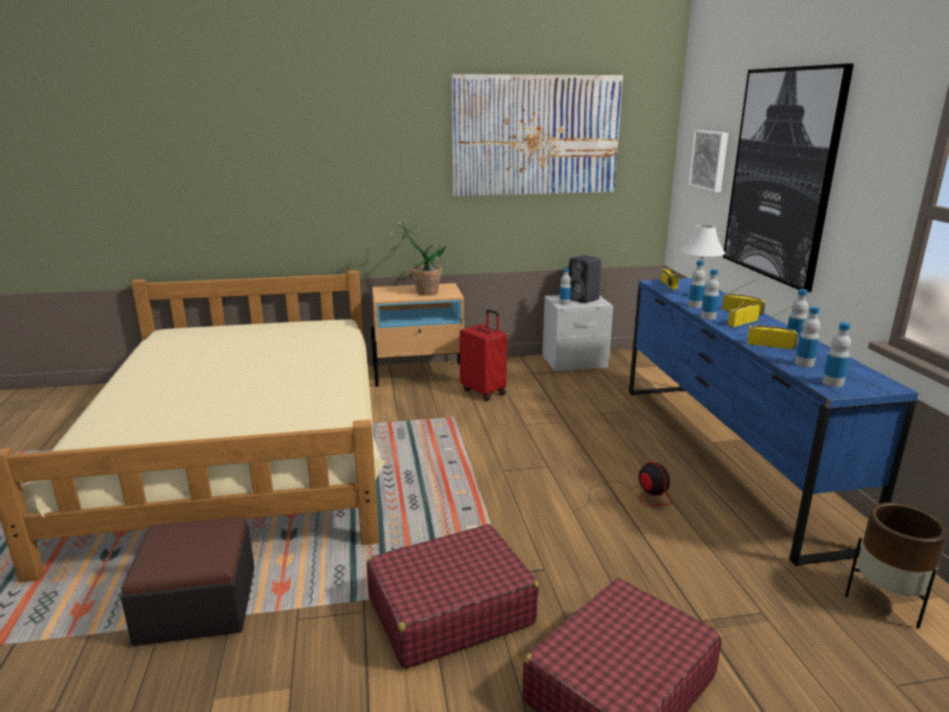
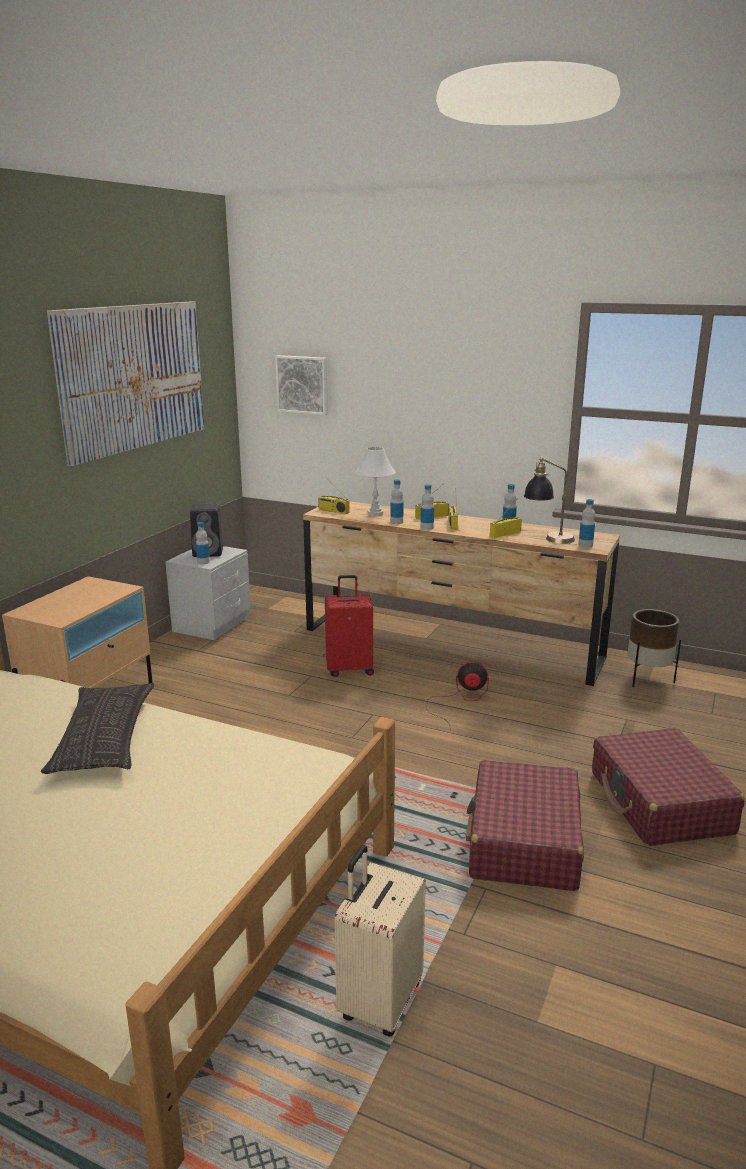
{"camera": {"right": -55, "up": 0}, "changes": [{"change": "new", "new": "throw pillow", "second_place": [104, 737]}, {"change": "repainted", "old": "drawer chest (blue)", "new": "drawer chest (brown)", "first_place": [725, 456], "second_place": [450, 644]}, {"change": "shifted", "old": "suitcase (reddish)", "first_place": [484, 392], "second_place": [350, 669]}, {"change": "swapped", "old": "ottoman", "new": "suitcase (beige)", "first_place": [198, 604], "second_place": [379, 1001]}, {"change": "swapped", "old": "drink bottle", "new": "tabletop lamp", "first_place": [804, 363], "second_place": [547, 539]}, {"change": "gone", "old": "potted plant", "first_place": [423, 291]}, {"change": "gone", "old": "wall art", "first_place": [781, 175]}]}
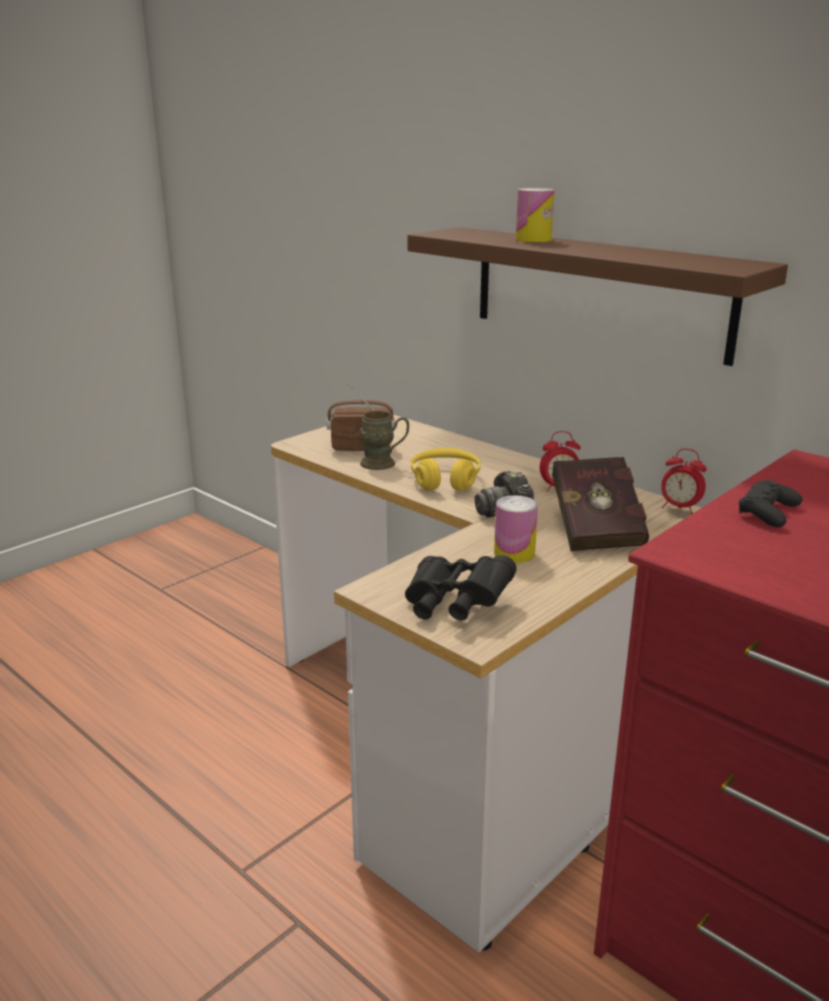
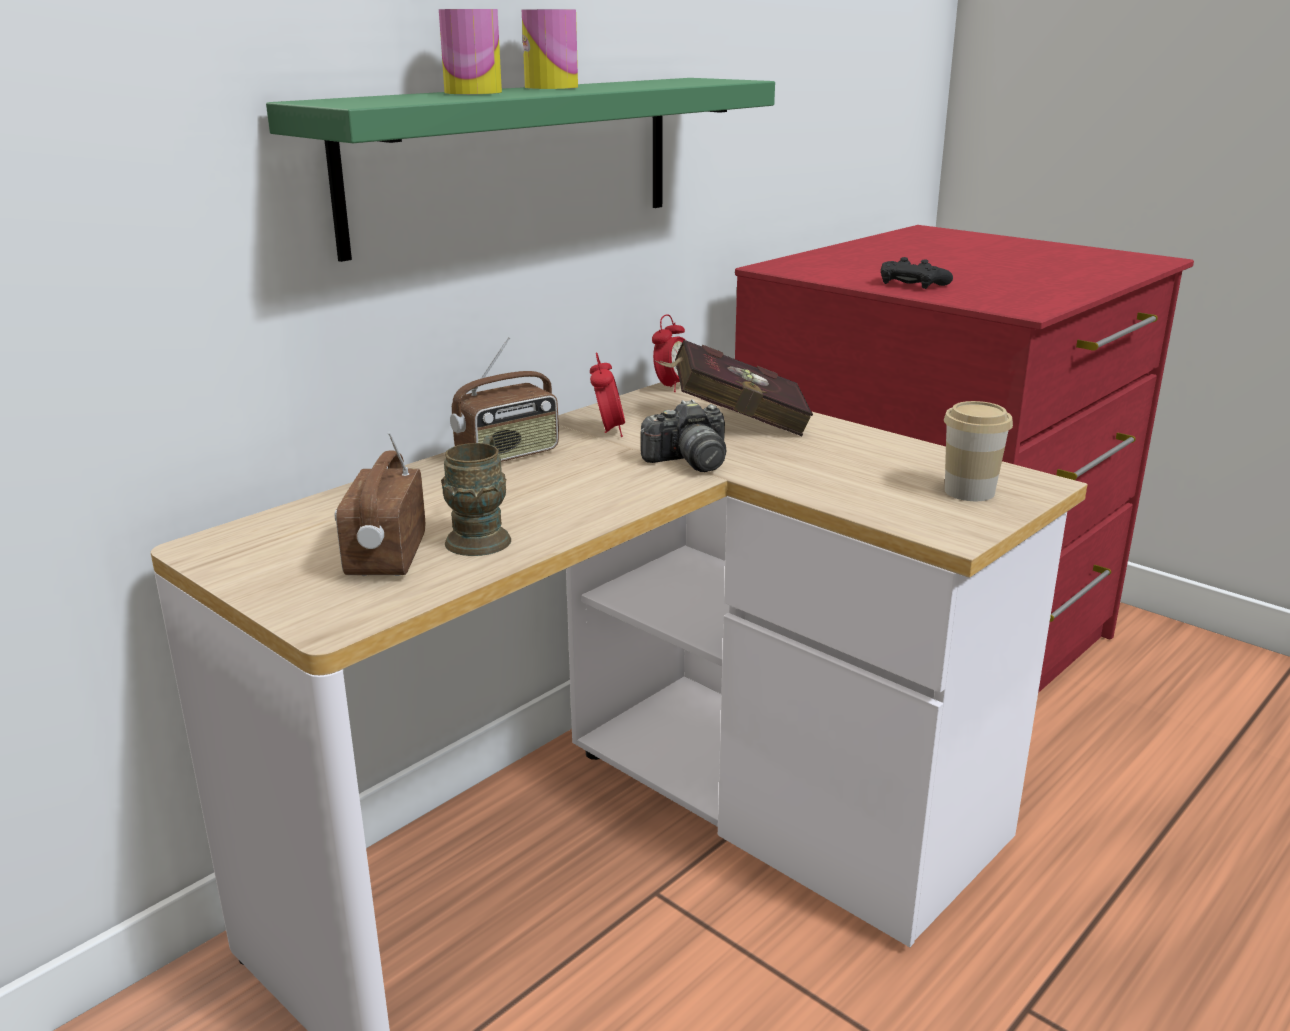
{"camera": {"right": -90, "up": 0}, "changes": [{"change": "repainted", "old": "wall shelf (brown)", "new": "wall shelf (greenish)", "first_place": [598, 292], "second_place": [515, 160]}, {"change": "new", "new": "radio set", "second_place": [508, 454]}, {"change": "shifted", "old": "metal can", "first_place": [514, 553], "second_place": [551, 87]}, {"change": "swapped", "old": "field glasses (black-coloured)", "new": "cup", "first_place": [454, 605], "second_place": [969, 491]}, {"change": "gone", "old": "headphones (yellowish)", "first_place": [445, 480]}]}
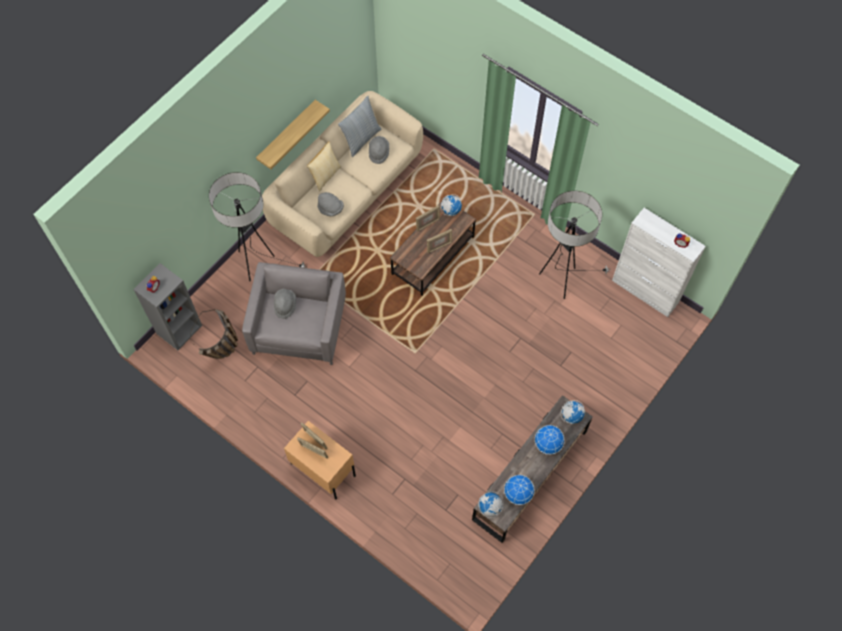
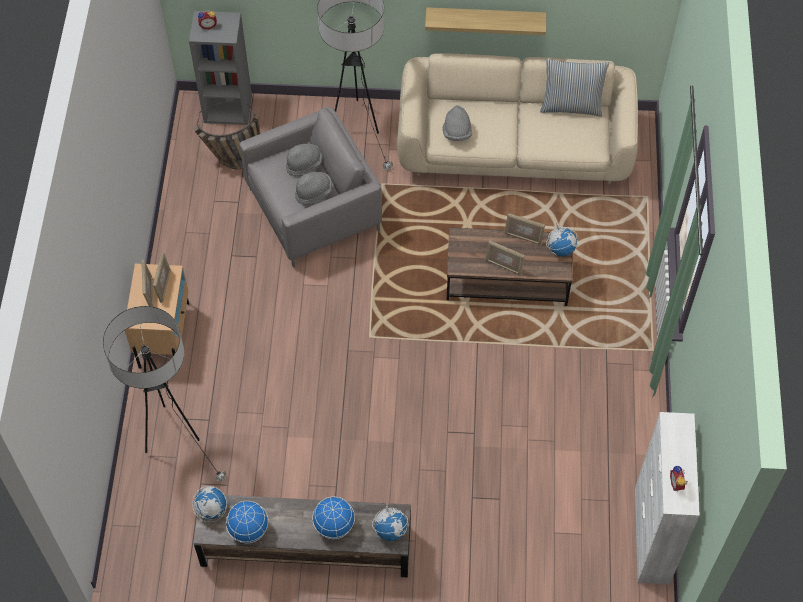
{"camera": {"right": 55, "up": -5}, "changes": [{"change": "shifted", "old": "standing lamp", "first_place": [561, 281], "second_place": [173, 436]}, {"change": "shifted", "old": "hat (grey)", "first_place": [378, 153], "second_place": [313, 193]}, {"change": "gone", "old": "throw pillow", "first_place": [325, 175]}]}
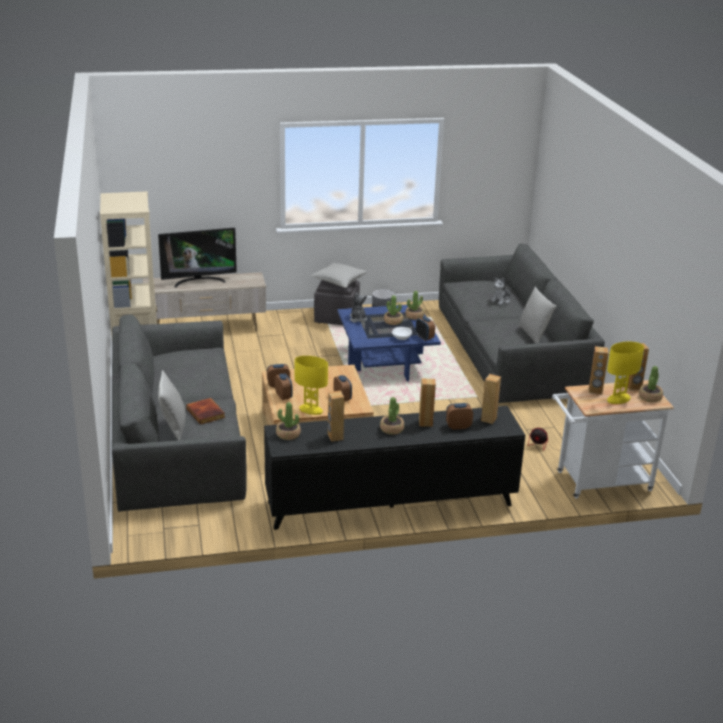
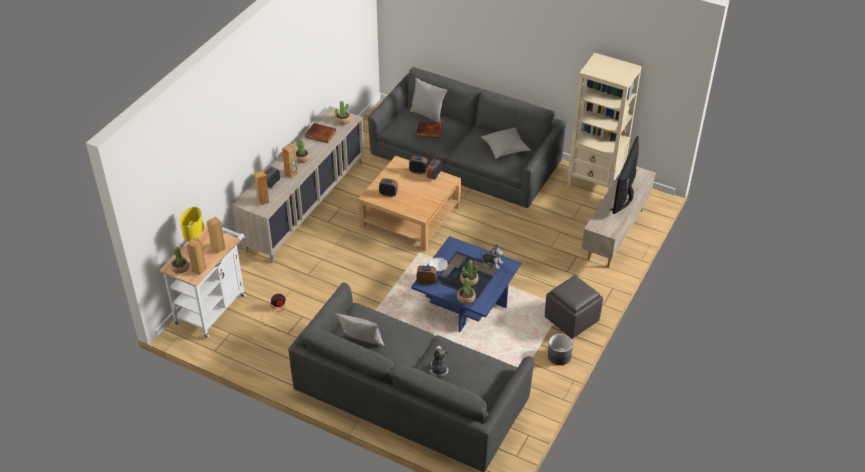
{"camera": {"right": 130, "up": 15}, "changes": [{"change": "repainted", "old": "cupboard (black-coloured)", "new": "cupboard (beige)", "first_place": [390, 504], "second_place": [304, 206]}, {"change": "swapped", "old": "audio speaker (brown)", "new": "book", "first_place": [335, 437], "second_place": [320, 134]}, {"change": "shifted", "old": "throw pillow (grey)", "first_place": [339, 281], "second_place": [505, 148]}, {"change": "gone", "old": "tabletop lamp (yellowish)", "first_place": [311, 410]}]}
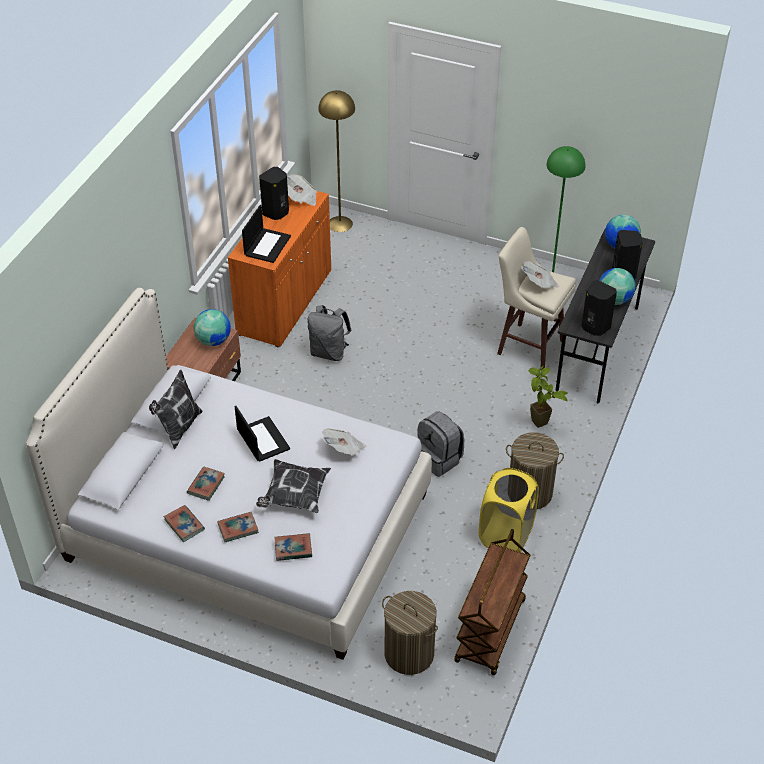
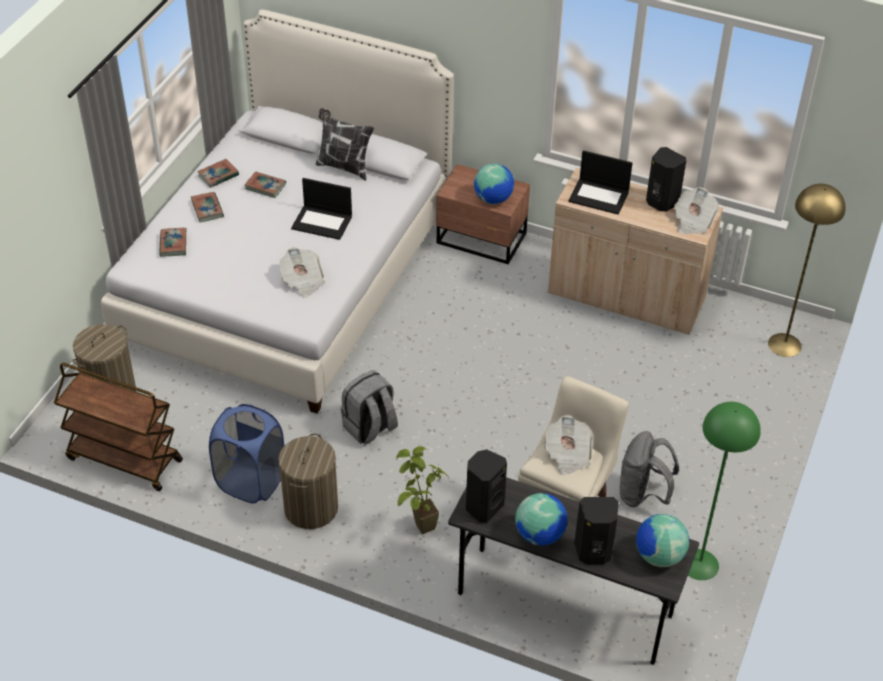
{"camera": {"right": 90, "up": 0}, "changes": [{"change": "repainted", "old": "washing basket (yellowish)", "new": "washing basket (blue)", "first_place": [506, 535], "second_place": [251, 481]}, {"change": "rotated", "old": "laptop", "first_place": [262, 439], "second_place": [323, 222], "degrees": 45}, {"change": "repainted", "old": "cupboard (orange)", "new": "cupboard (beige)", "first_place": [285, 302], "second_place": [626, 297]}, {"change": "shifted", "old": "backpack (grey)", "first_place": [329, 352], "second_place": [642, 494]}, {"change": "gone", "old": "throw pillow", "first_place": [294, 496]}]}
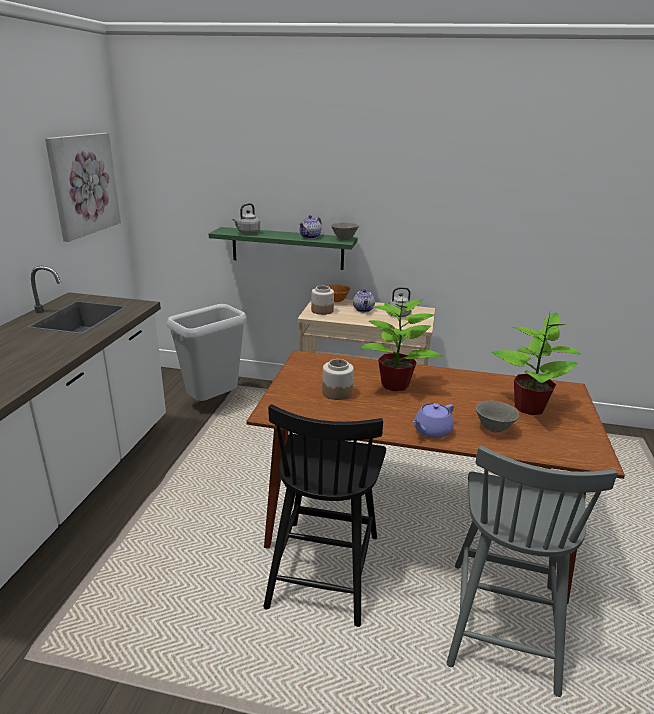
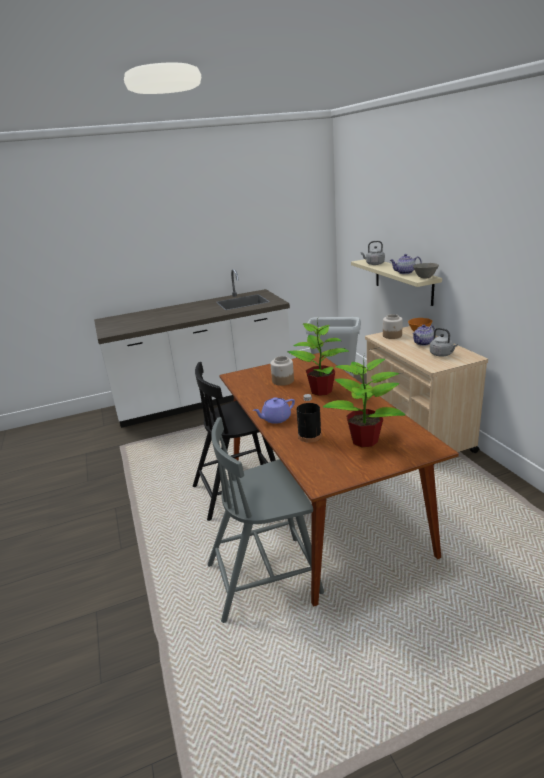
{"camera": {"right": 60, "up": 0}, "changes": [{"change": "rotated", "old": "tea pot (purplish)", "first_place": [431, 431], "second_place": [275, 419], "degrees": -45}, {"change": "swapped", "old": "serving bowl (grey)", "new": "drink bottle (black-coloured)", "first_place": [493, 428], "second_place": [309, 436]}, {"change": "repainted", "old": "wall shelf (greenish)", "new": "wall shelf (beige)", "first_place": [287, 248], "second_place": [403, 281]}, {"change": "gone", "old": "wall art", "first_place": [83, 185]}]}
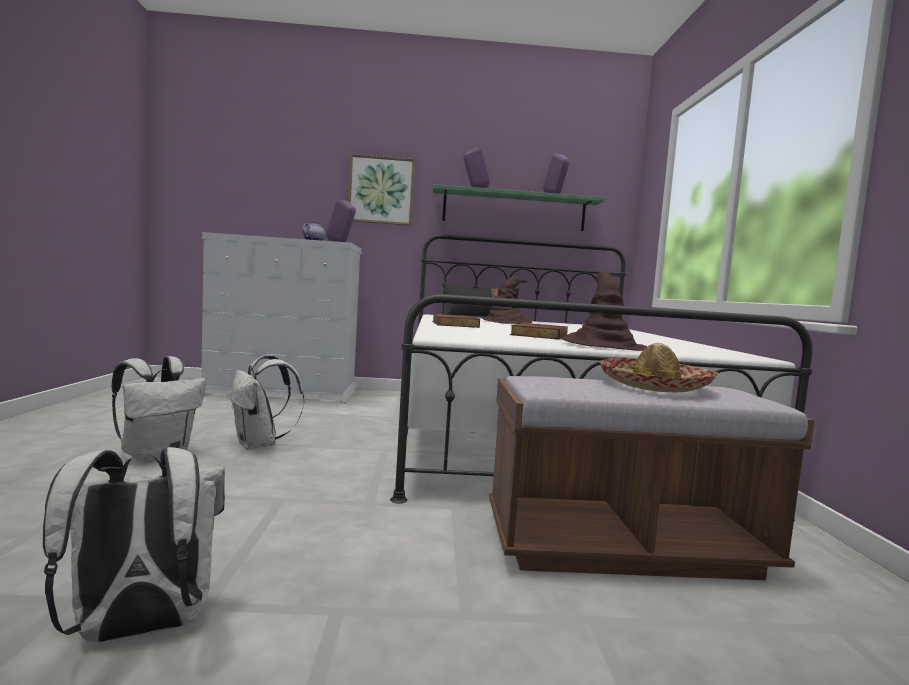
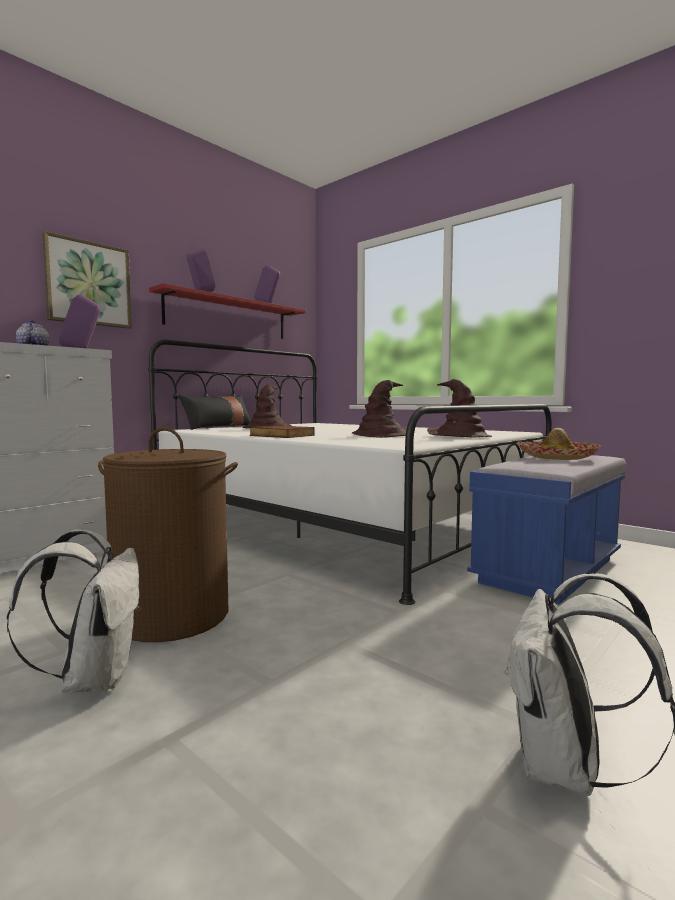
{"camera": {"right": -45, "up": 0}, "changes": [{"change": "swapped", "old": "backpack (white-coloured)", "new": "washing basket (brown)", "first_place": [259, 445], "second_place": [172, 616]}, {"change": "repainted", "old": "wall shelf (greenish)", "new": "wall shelf (reddish)", "first_place": [514, 210], "second_place": [228, 317]}, {"change": "swapped", "old": "book", "new": "hat (brown)", "first_place": [538, 335], "second_place": [382, 435]}, {"change": "repainted", "old": "indoor bench (brown)", "new": "indoor bench (blue)", "first_place": [623, 546], "second_place": [548, 571]}]}
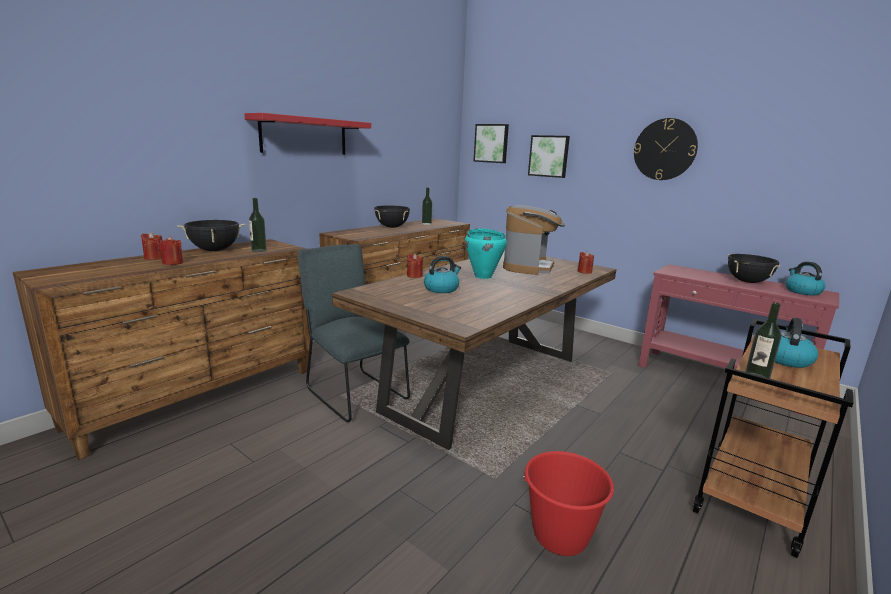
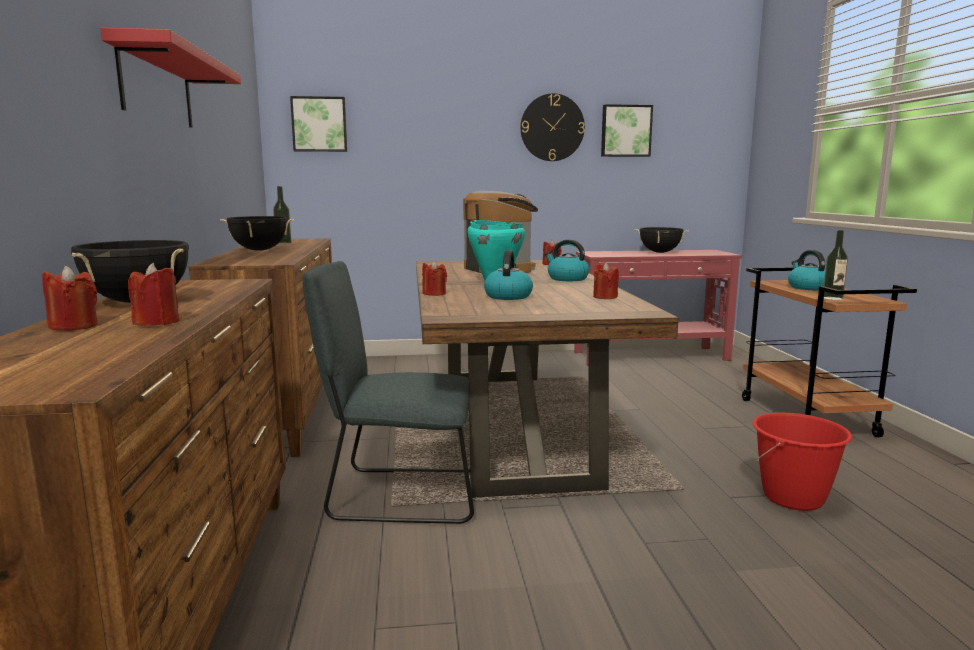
{"camera": {"right": -45, "up": -5}, "changes": [{"change": "shifted", "old": "water kettle", "first_place": [802, 291], "second_place": [567, 279]}, {"change": "new", "new": "wax light (reddish)", "second_place": [605, 297]}, {"change": "shifted", "old": "wall art", "first_place": [549, 156], "second_place": [625, 131]}, {"change": "gone", "old": "drink bottle", "first_place": [259, 250]}]}
